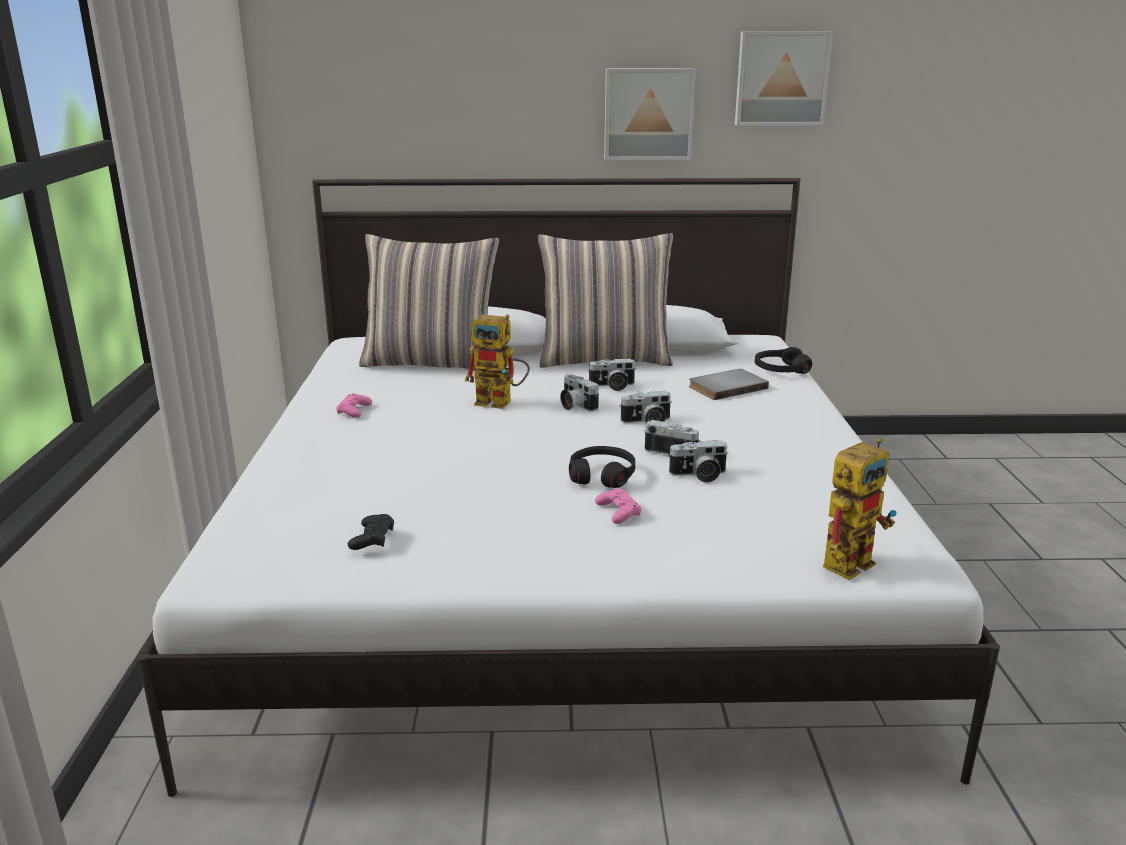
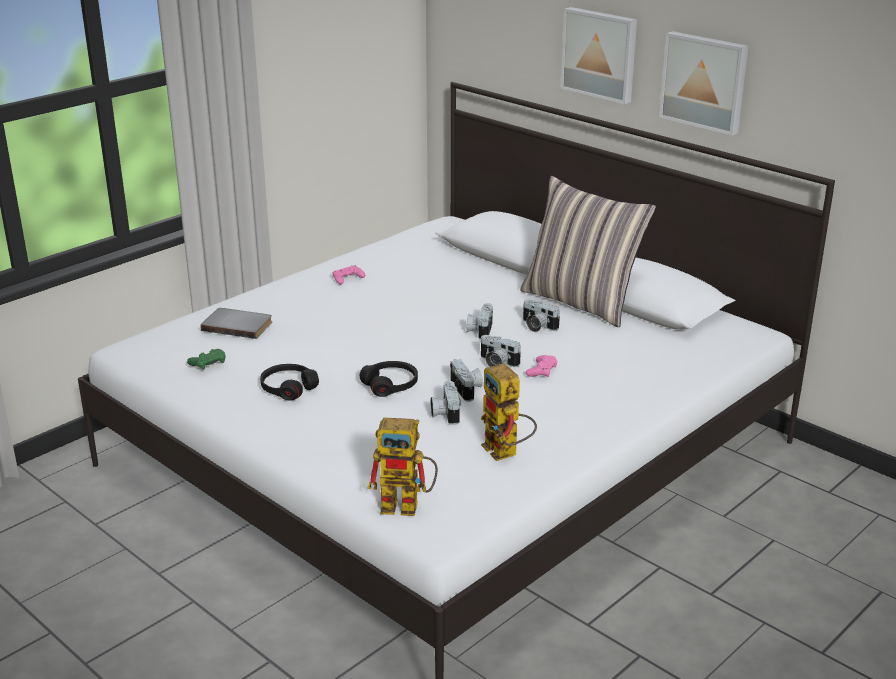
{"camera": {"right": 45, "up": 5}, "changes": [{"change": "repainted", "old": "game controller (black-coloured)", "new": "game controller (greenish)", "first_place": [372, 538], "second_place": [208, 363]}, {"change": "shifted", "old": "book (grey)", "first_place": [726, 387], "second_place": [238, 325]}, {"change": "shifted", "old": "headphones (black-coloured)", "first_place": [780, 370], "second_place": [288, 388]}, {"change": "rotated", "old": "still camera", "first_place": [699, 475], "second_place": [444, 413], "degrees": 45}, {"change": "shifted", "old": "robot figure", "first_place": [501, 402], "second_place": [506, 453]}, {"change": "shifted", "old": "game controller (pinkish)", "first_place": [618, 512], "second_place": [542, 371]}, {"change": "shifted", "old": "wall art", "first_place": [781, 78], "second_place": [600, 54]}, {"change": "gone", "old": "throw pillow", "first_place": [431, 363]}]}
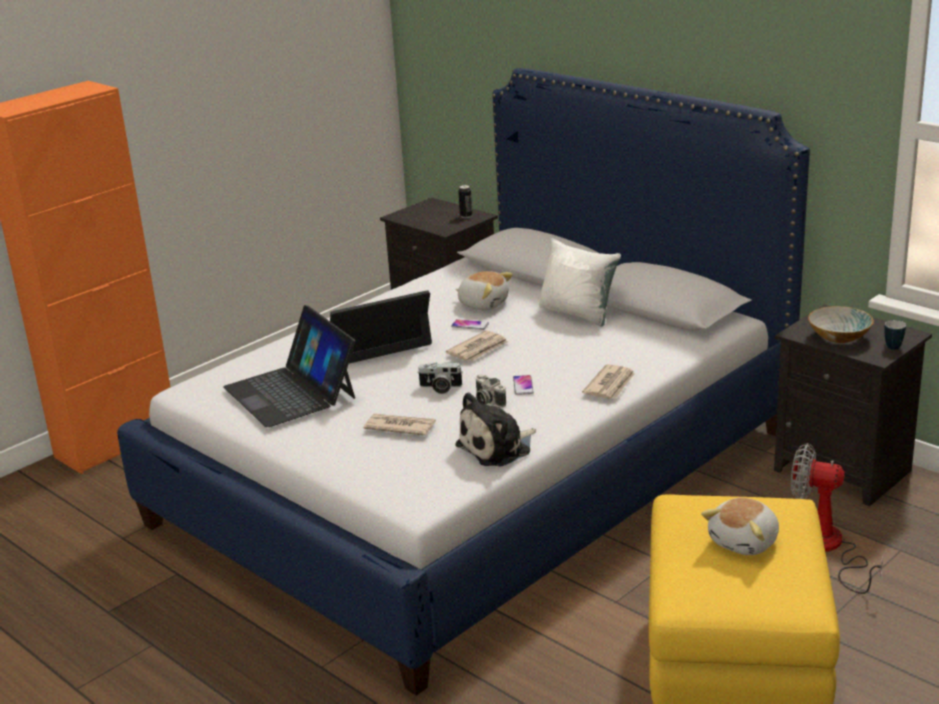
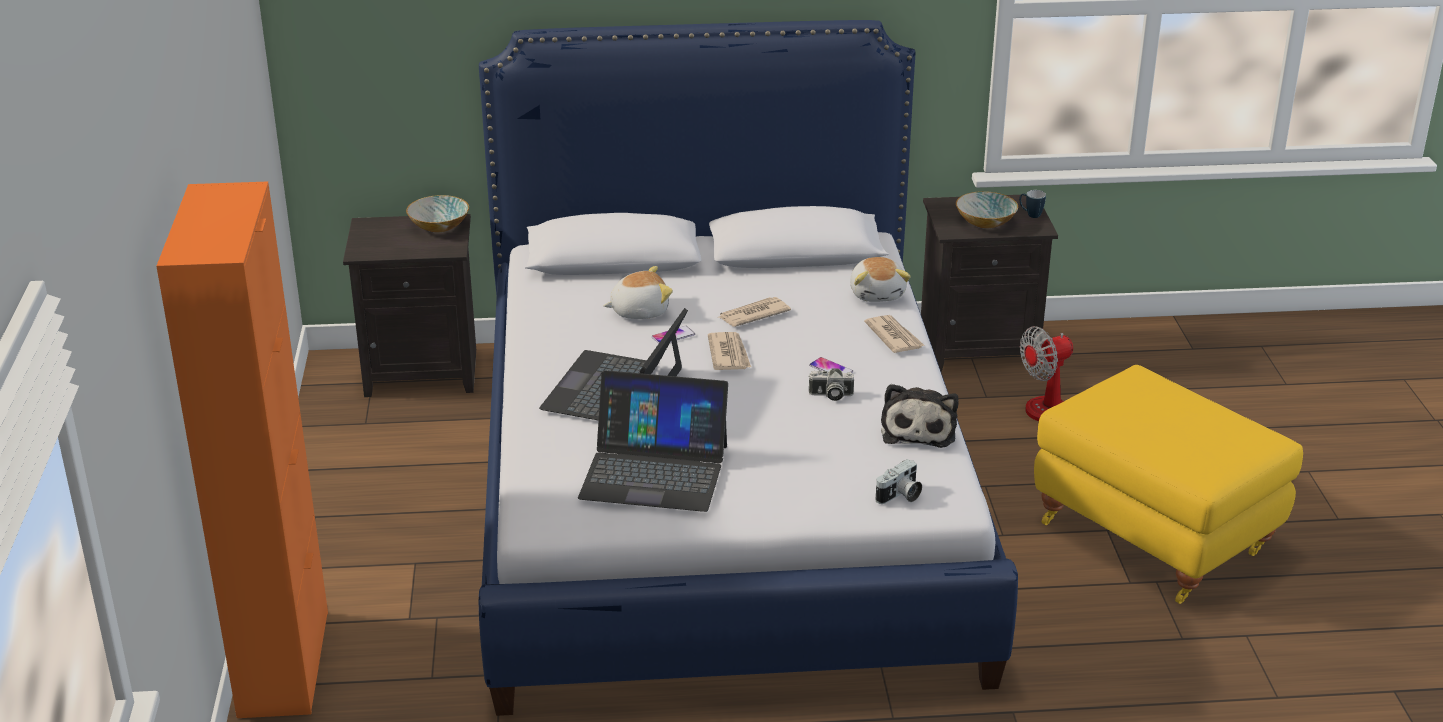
{"camera": {"right": -50, "up": 5}, "changes": [{"change": "swapped", "old": "metal can", "new": "serving bowl", "first_place": [466, 216], "second_place": [440, 226]}, {"change": "shifted", "old": "printed paper", "first_place": [399, 427], "second_place": [753, 315]}, {"change": "shifted", "old": "soft toy", "first_place": [745, 542], "second_place": [877, 293]}, {"change": "shifted", "old": "still camera", "first_place": [440, 388], "second_place": [900, 496]}, {"change": "gone", "old": "throw pillow (white-coloured)", "first_place": [578, 313]}]}
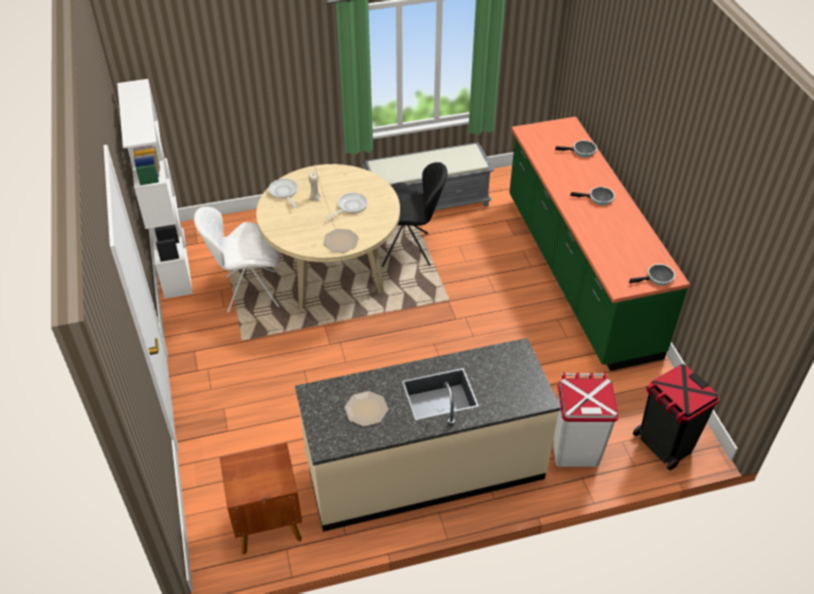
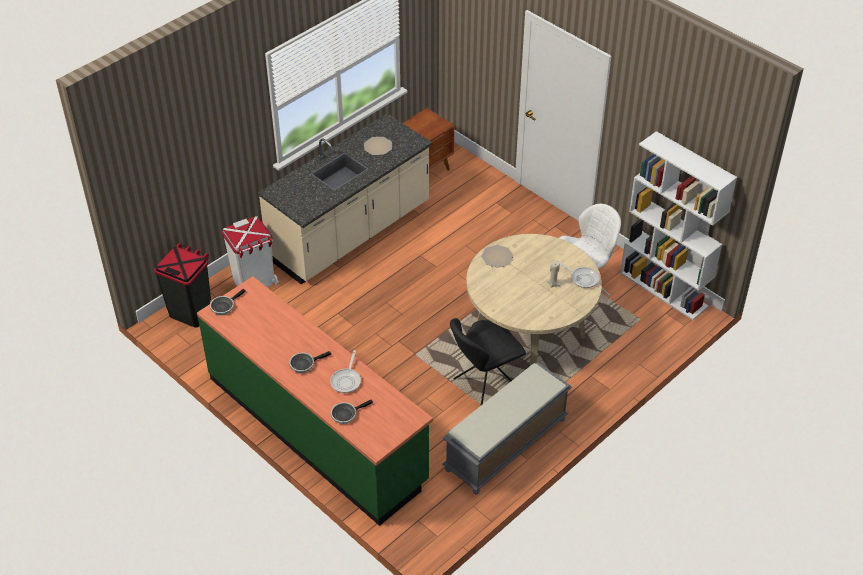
{"camera": {"right": 150, "up": 0}, "changes": [{"change": "shifted", "old": "skillet", "first_place": [350, 207], "second_place": [346, 380]}]}
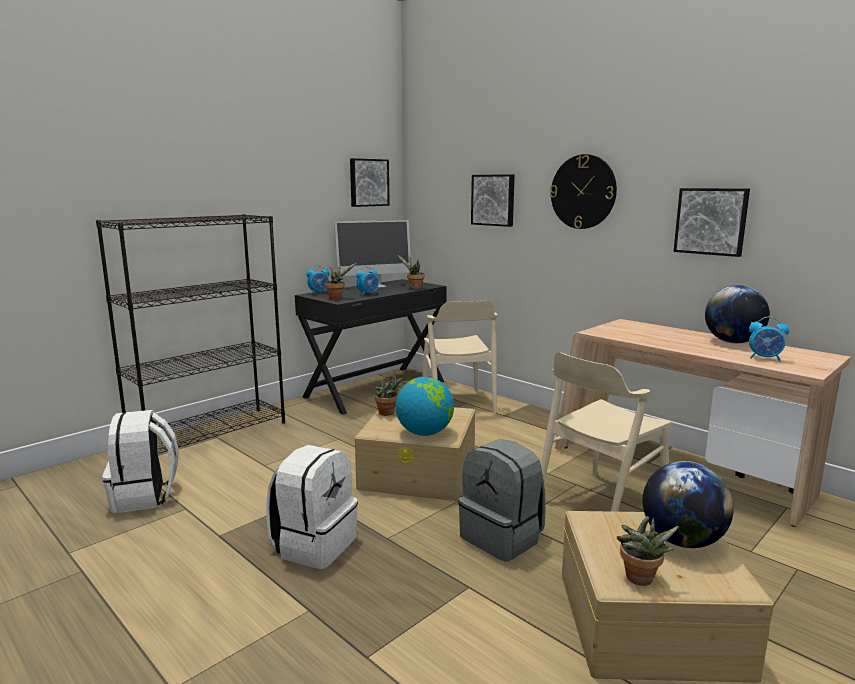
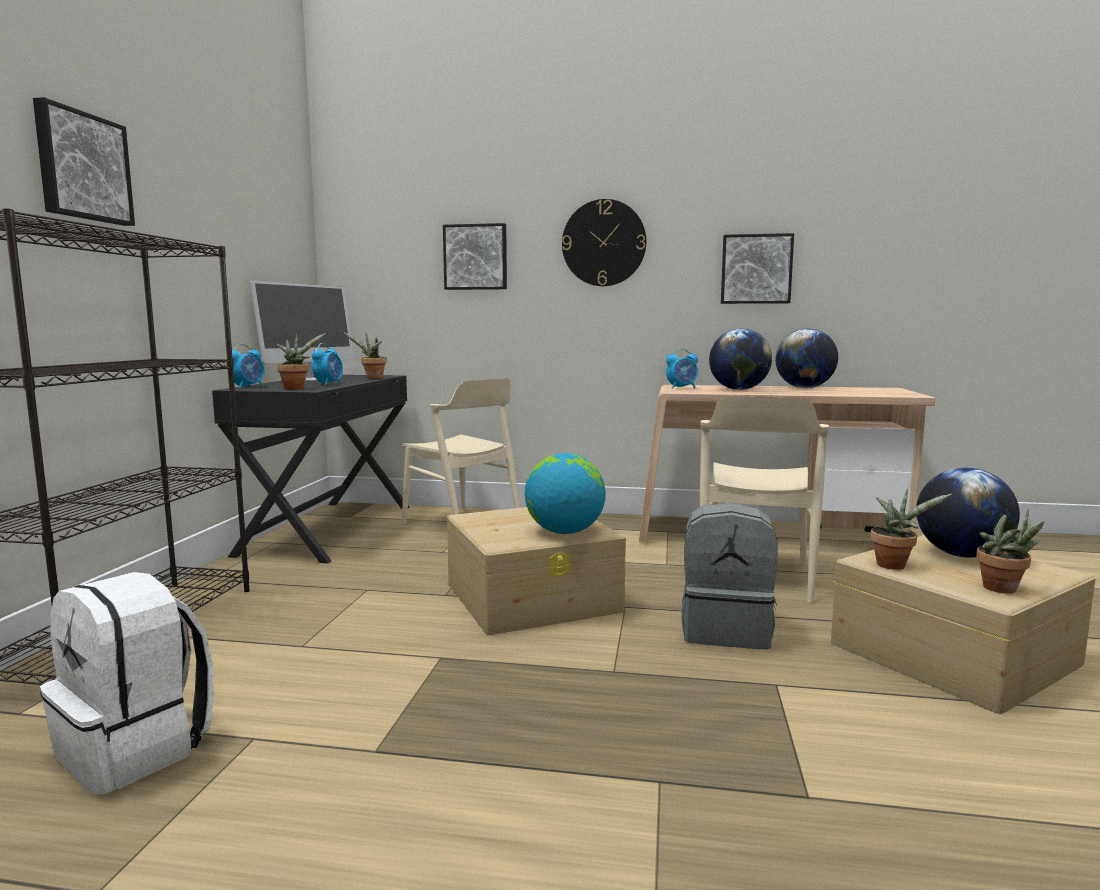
{"camera": {"right": -35, "up": -5}, "changes": [{"change": "shifted", "old": "wall art", "first_place": [368, 182], "second_place": [82, 167]}, {"change": "shifted", "old": "table clock", "first_place": [765, 358], "second_place": [682, 388]}, {"change": "new", "new": "desk globe", "second_place": [738, 389]}, {"change": "shifted", "old": "potted plant", "first_place": [388, 413], "second_place": [894, 565]}, {"change": "gone", "old": "backpack (white-coloured)", "first_place": [314, 545]}]}
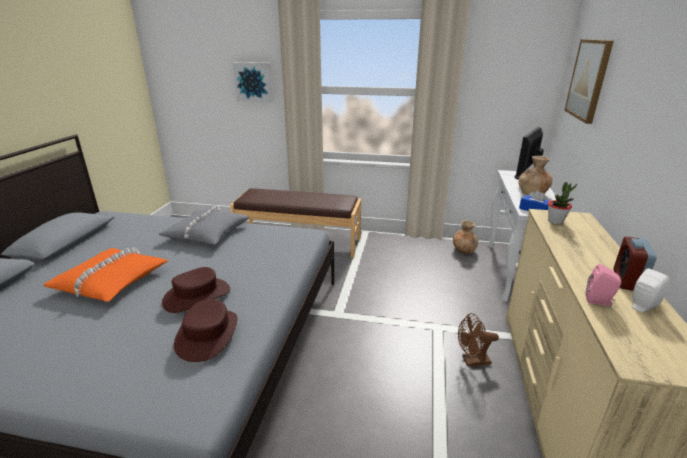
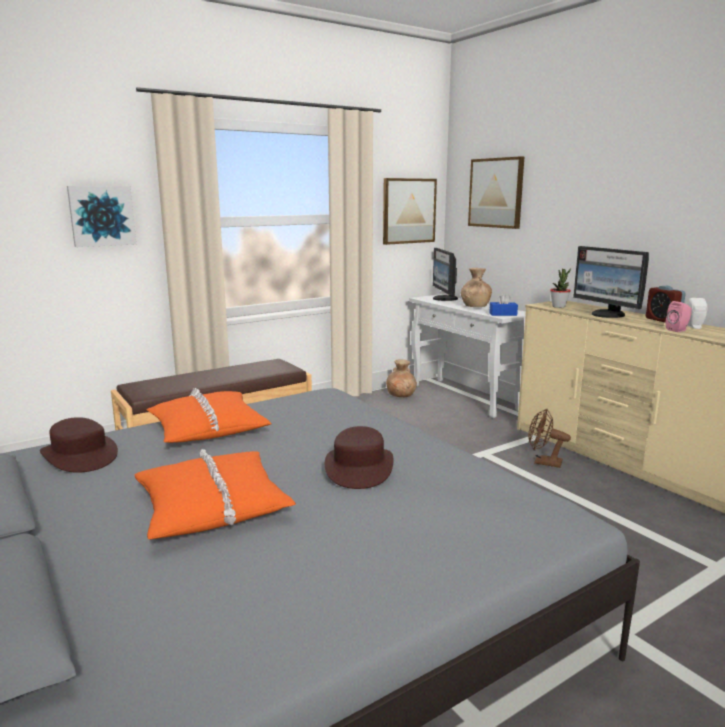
{"camera": {"right": -45, "up": -10}, "changes": [{"change": "shifted", "old": "hat (brown)", "first_place": [208, 334], "second_place": [80, 455]}, {"change": "repainted", "old": "throw pillow (grey)", "new": "throw pillow (orange)", "first_place": [207, 233], "second_place": [207, 428]}, {"change": "new", "new": "wall art", "second_place": [408, 211]}, {"change": "rotated", "old": "fan (brown)", "first_place": [472, 361], "second_place": [543, 462], "degrees": 75}, {"change": "new", "new": "computer display", "second_place": [607, 315]}]}
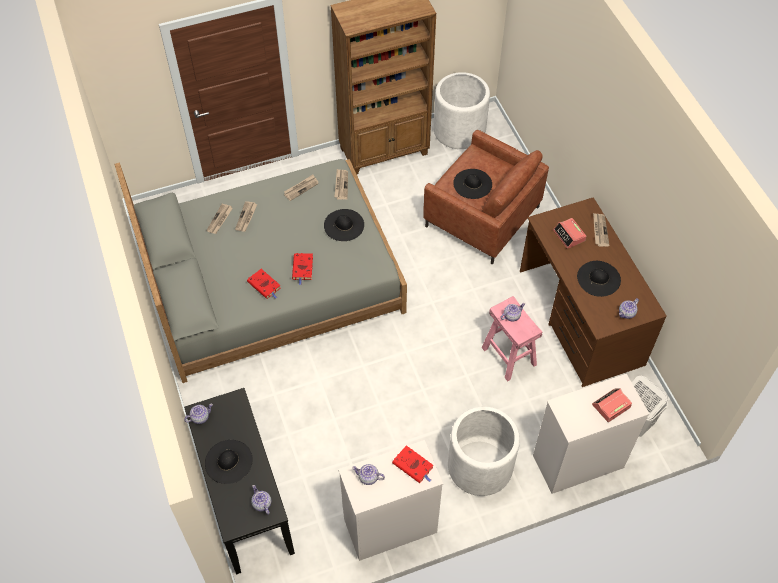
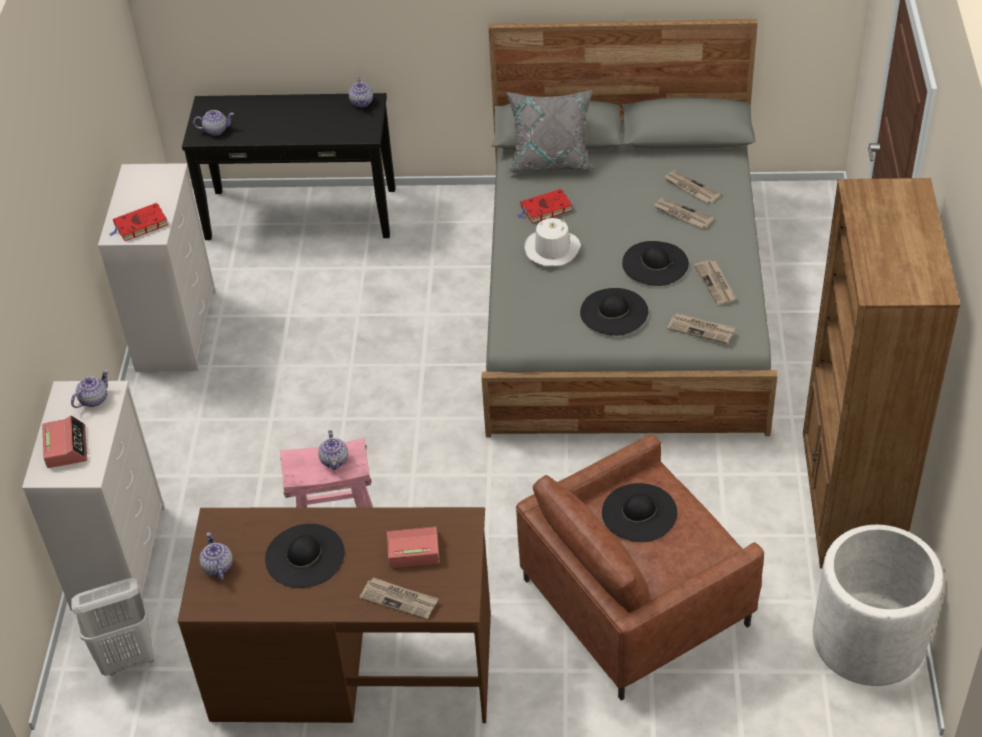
{"camera": {"right": 115, "up": -10}, "changes": [{"change": "shifted", "old": "tea pot", "first_place": [368, 477], "second_place": [94, 399]}, {"change": "new", "new": "throw pillow (grey)", "second_place": [551, 160]}, {"change": "swapped", "old": "book (reddish)", "new": "hat (white-coloured)", "first_place": [303, 269], "second_place": [552, 249]}, {"change": "shifted", "old": "hat (black-coloured)", "first_place": [228, 461], "second_place": [655, 263]}, {"change": "gone", "old": "plant pot (white-coloured)", "first_place": [480, 466]}]}
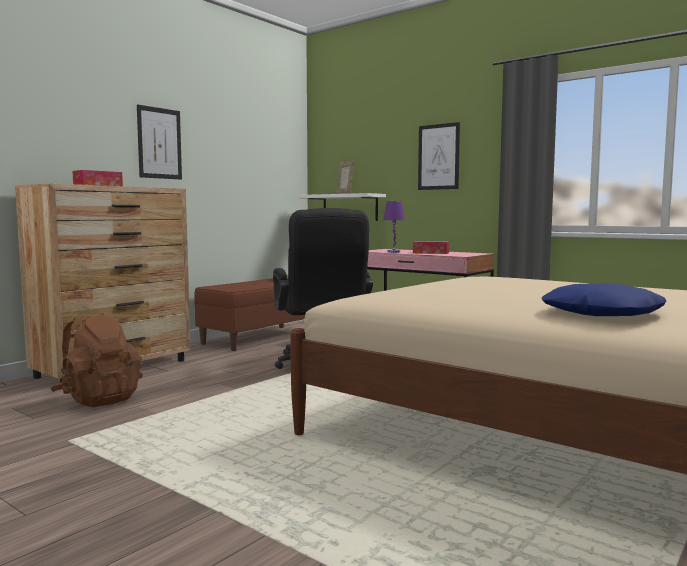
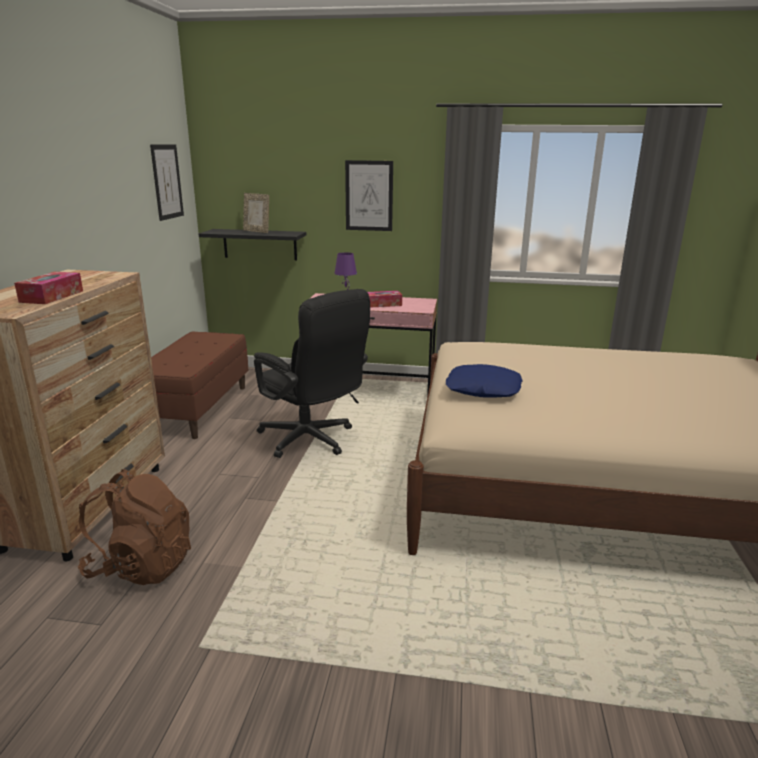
{"camera": {"right": -30, "up": 15}, "changes": [{"change": "shifted", "old": "wall art", "first_place": [159, 143], "second_place": [167, 182]}, {"change": "repainted", "old": "wall shelf (white-coloured)", "new": "wall shelf (black-coloured)", "first_place": [350, 207], "second_place": [260, 244]}, {"change": "shifted", "old": "throw pillow (blue)", "first_place": [601, 313], "second_place": [483, 389]}]}
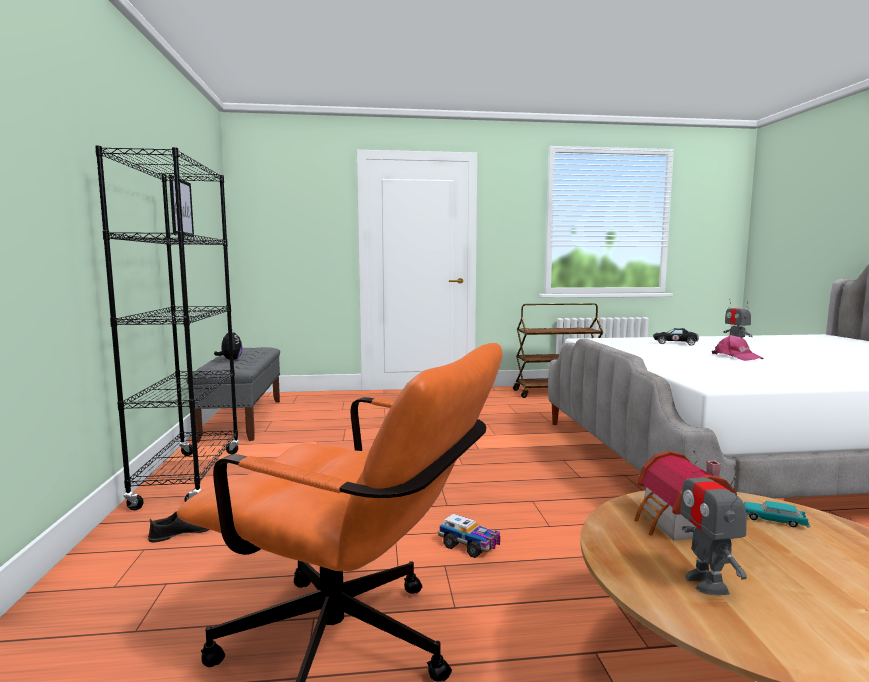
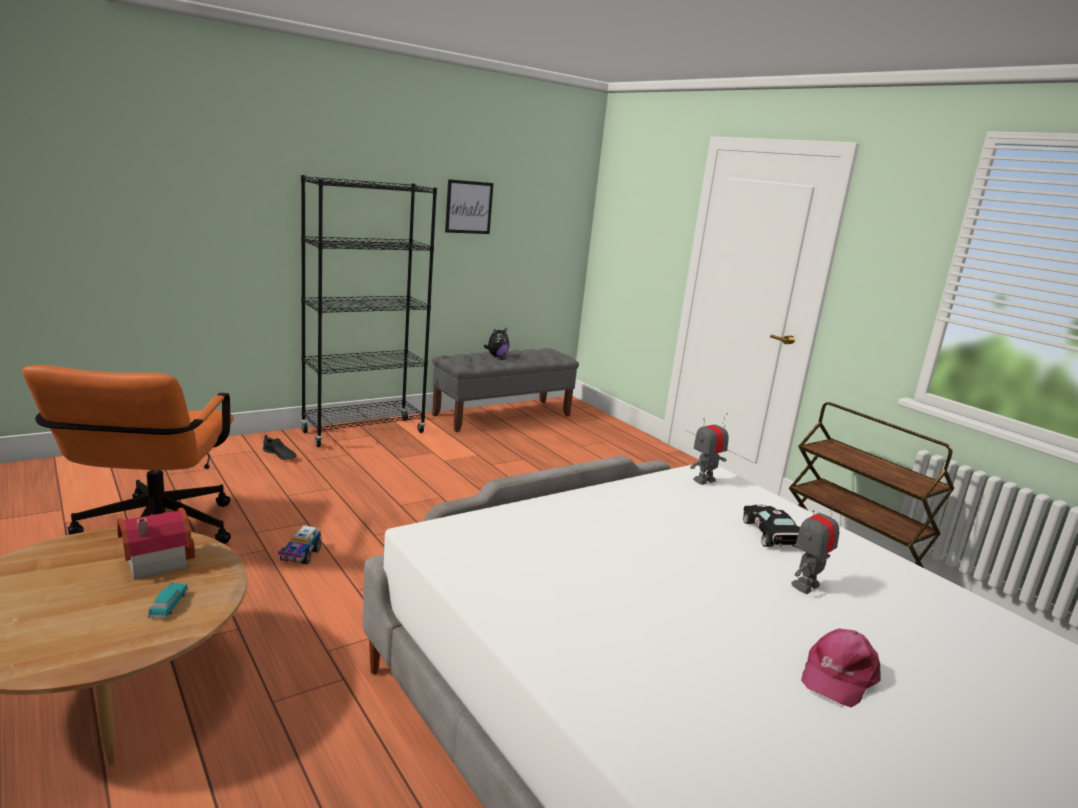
{"camera": {"right": 60, "up": 10}, "changes": [{"change": "shifted", "old": "robot figure", "first_place": [707, 583], "second_place": [704, 480]}, {"change": "shifted", "old": "cap (pinkish)", "first_place": [736, 357], "second_place": [838, 675]}]}
